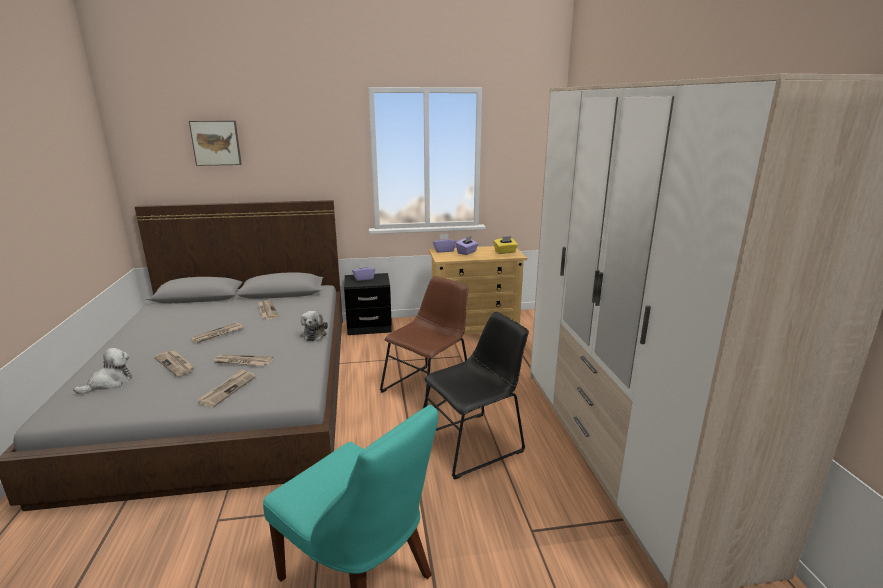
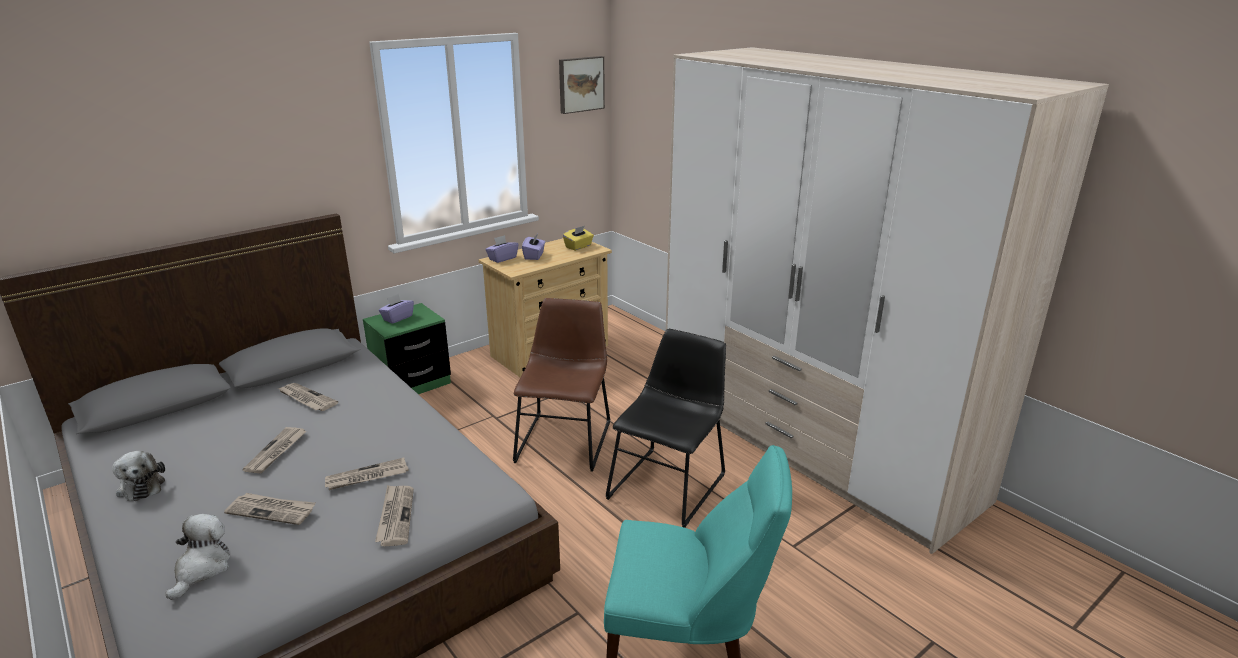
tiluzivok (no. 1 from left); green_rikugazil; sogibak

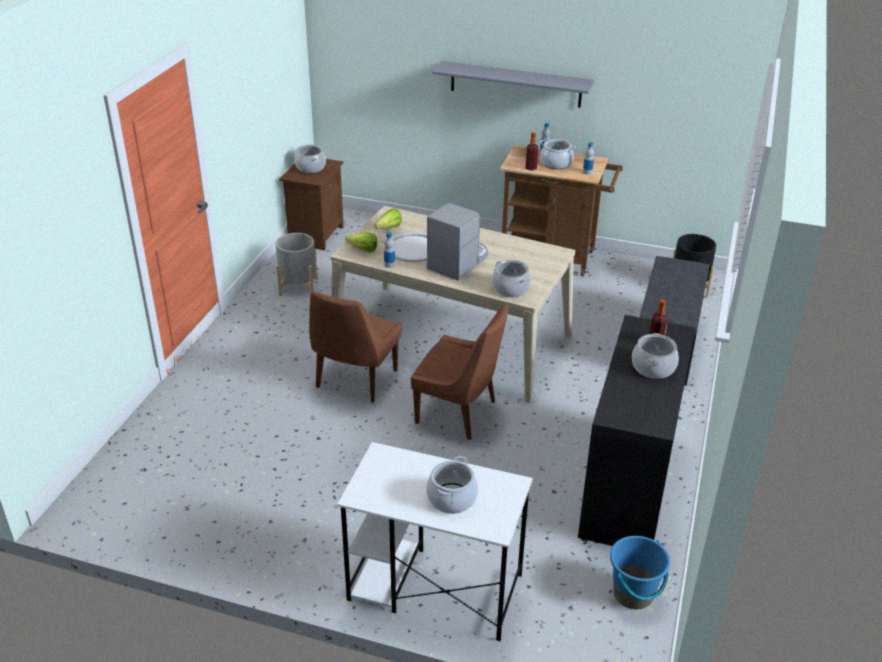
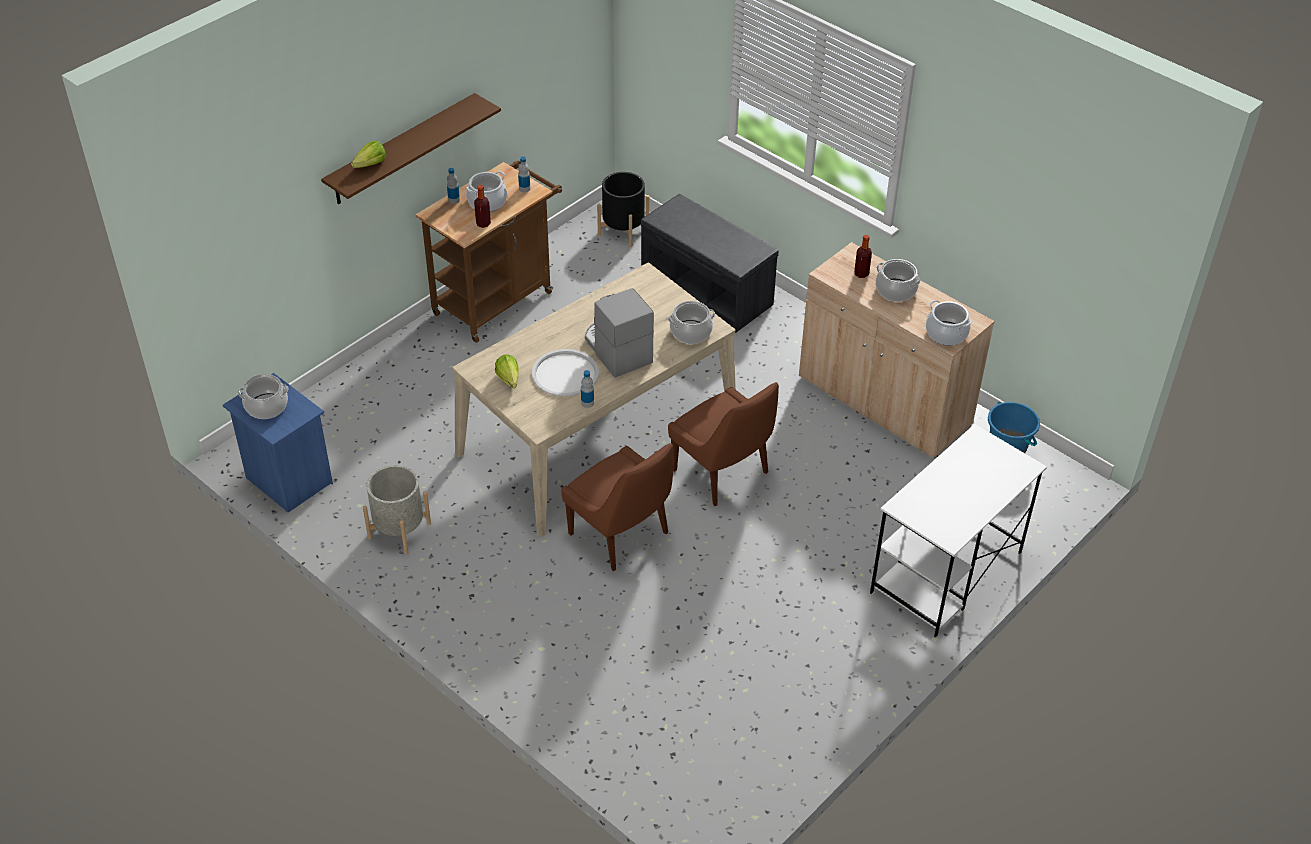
blue_rikugazil; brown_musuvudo; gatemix (no. 1 from left); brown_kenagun (no. 2 from left); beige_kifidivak; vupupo (no. 5 from left)

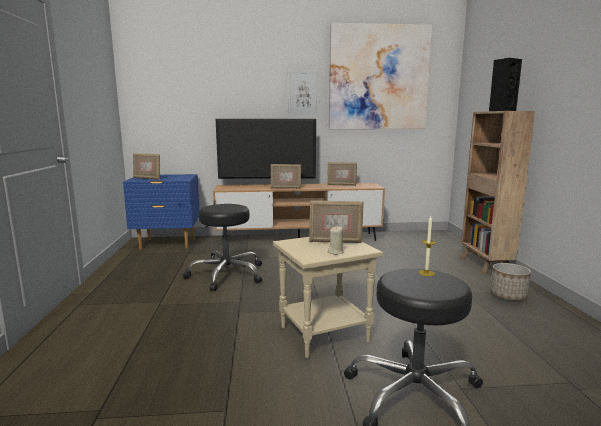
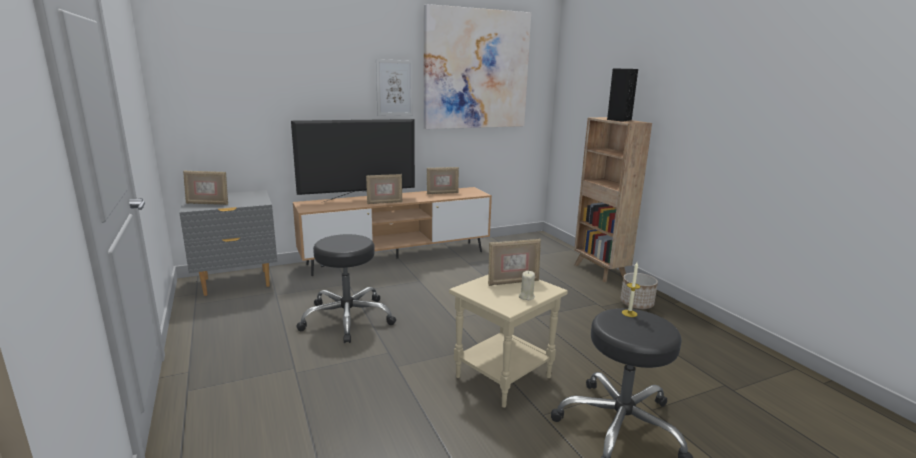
grey_rikugazil

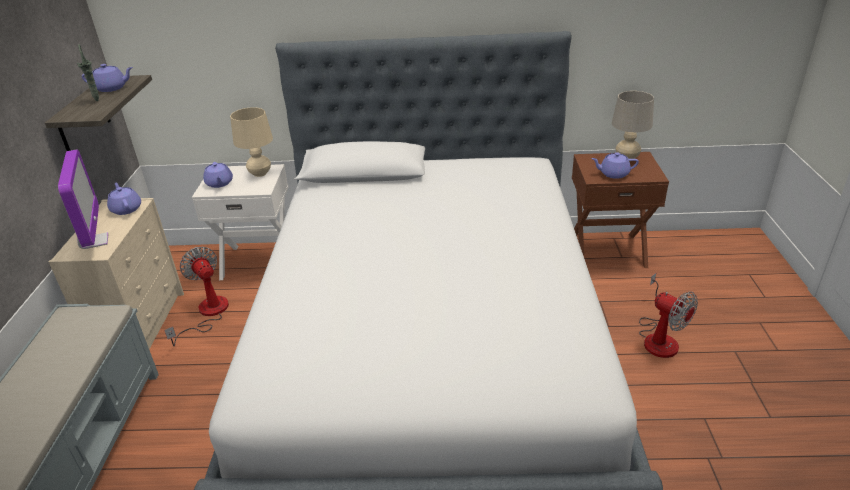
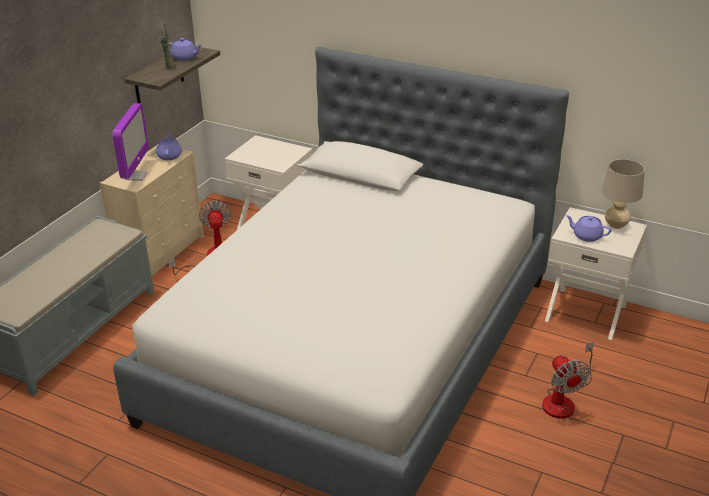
white_rikugazil (no. 2 from left); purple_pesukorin (no. 3 from left in the first image); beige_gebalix (no. 1 from left in the first image)

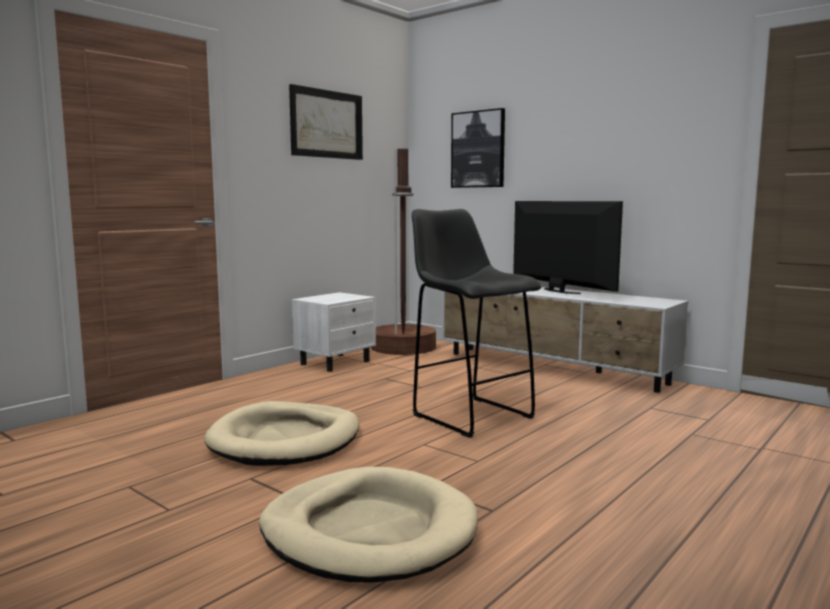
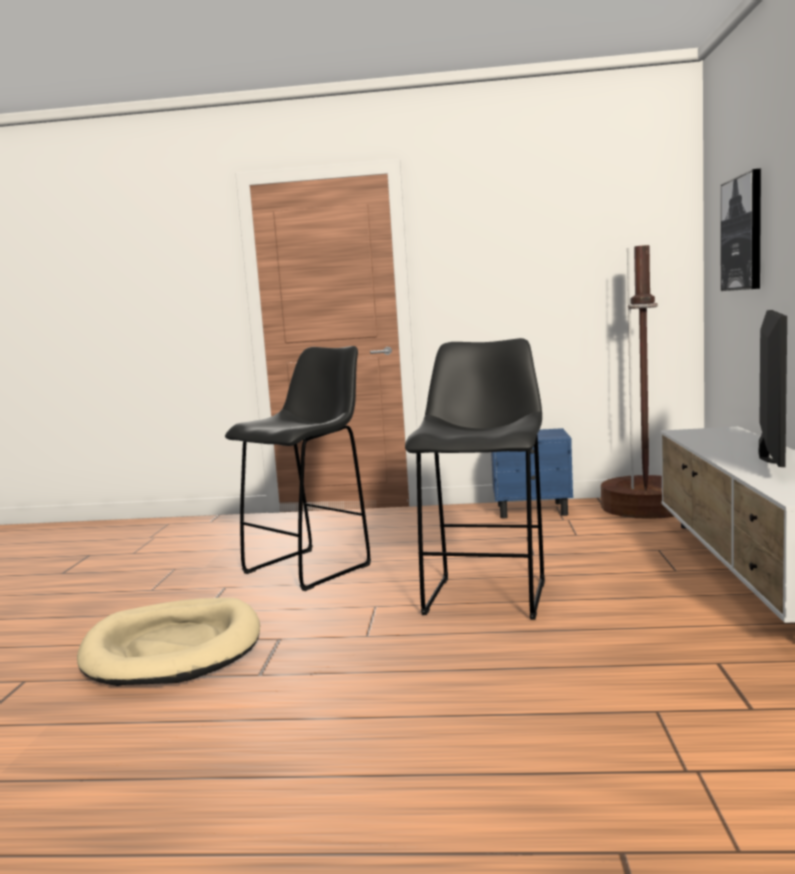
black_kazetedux (no. 1 from left); blue_rikugazil; sogibak (no. 1 from left in the first image)

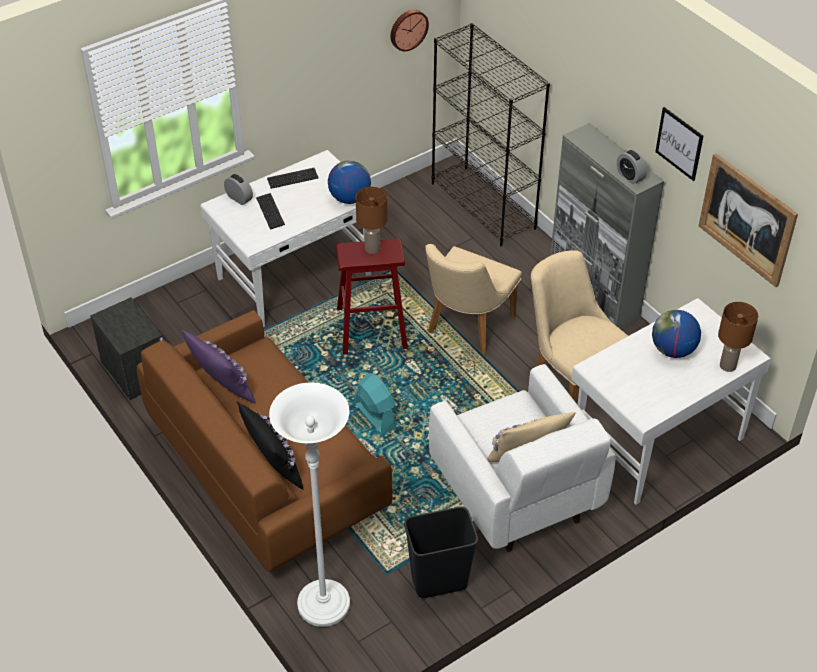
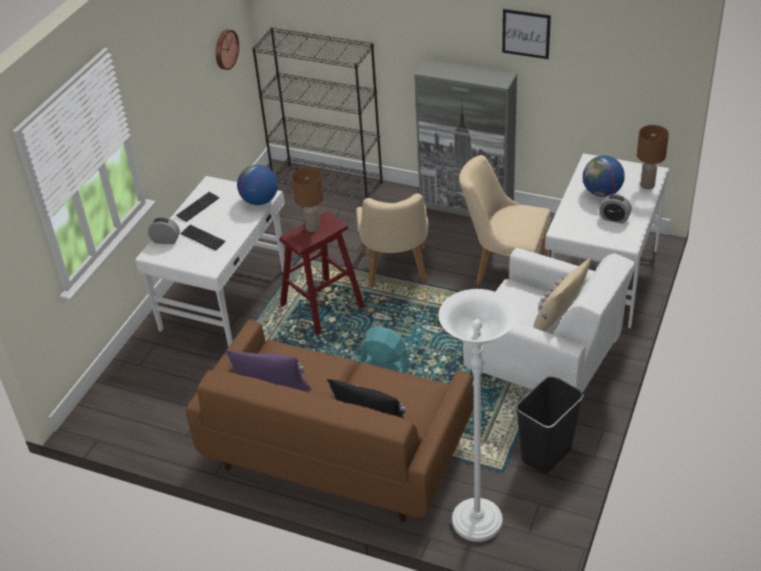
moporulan (no. 2 from left); rikugazil; sogibak (no. 2 from left in the first image)

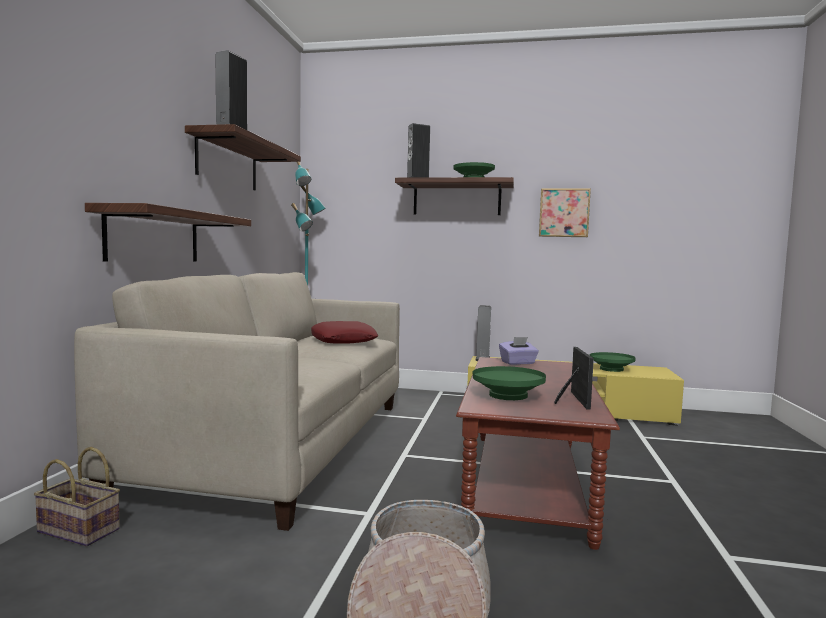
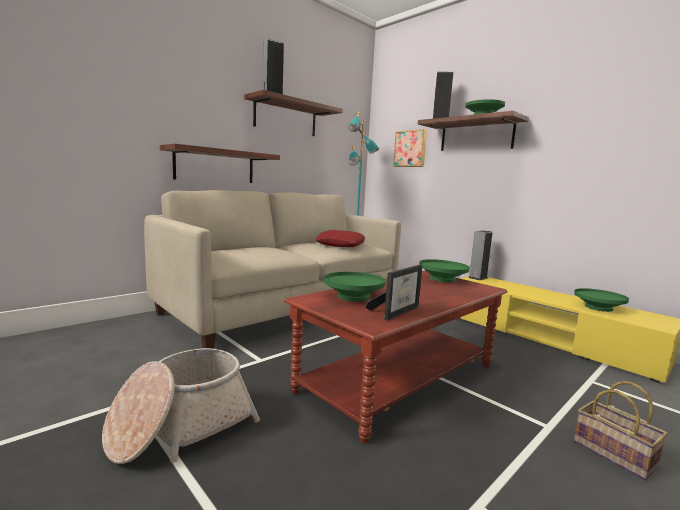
sogibak; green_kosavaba (no. 2 from left); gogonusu (no. 2 from left)

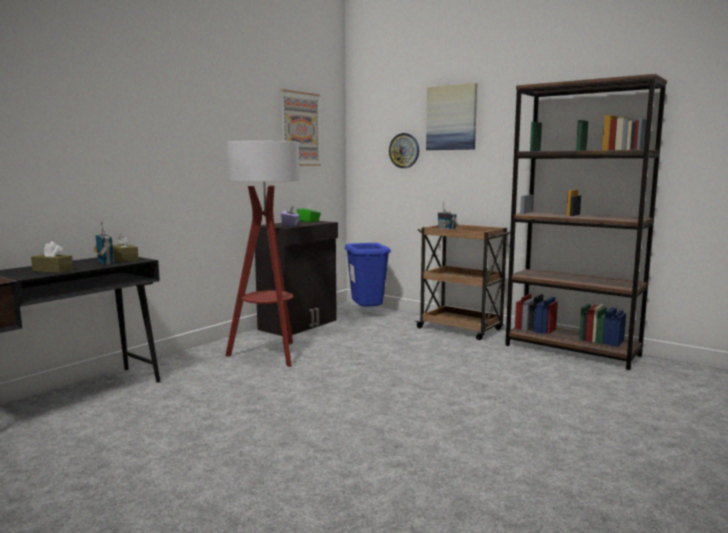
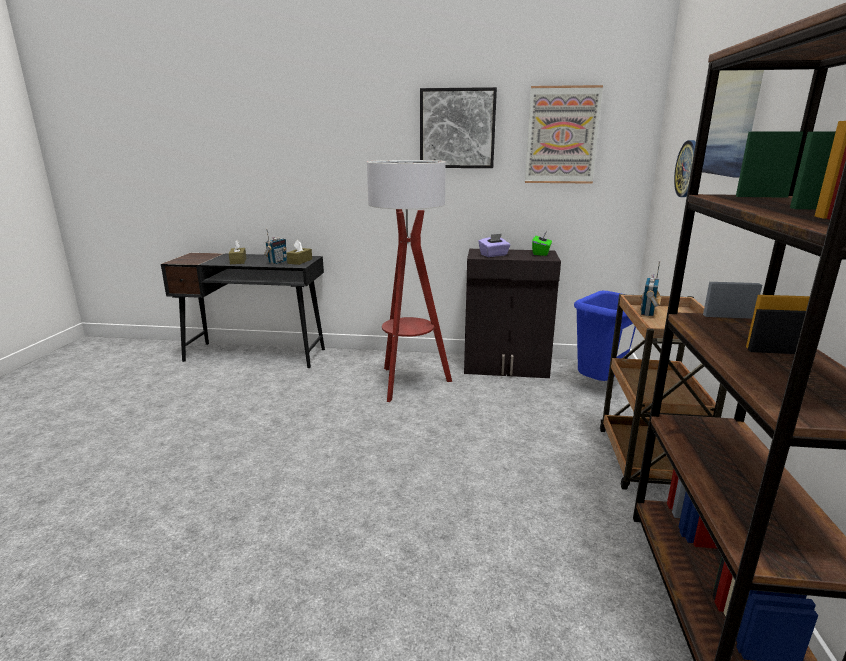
sogibak (no. 1 from left)

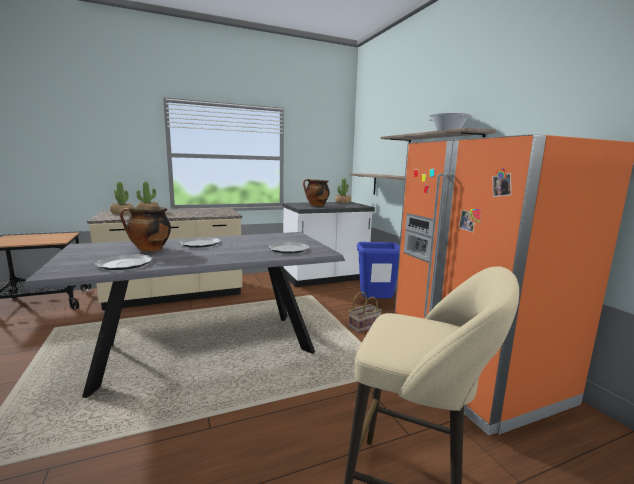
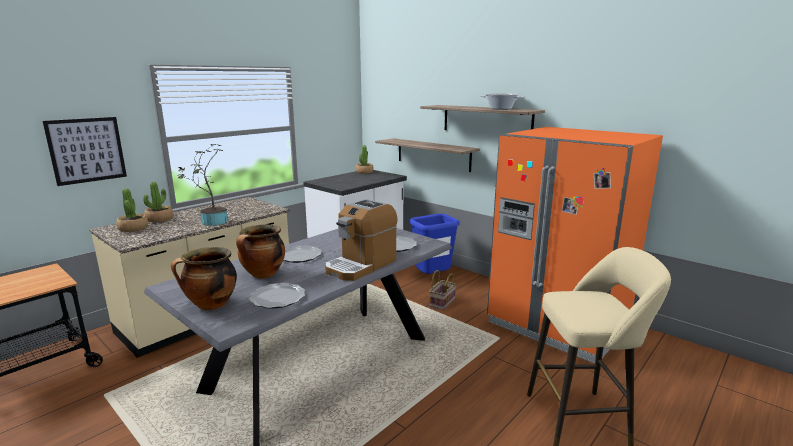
sogibak; vupupo (no. 1 from left); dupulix (no. 3 from left); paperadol

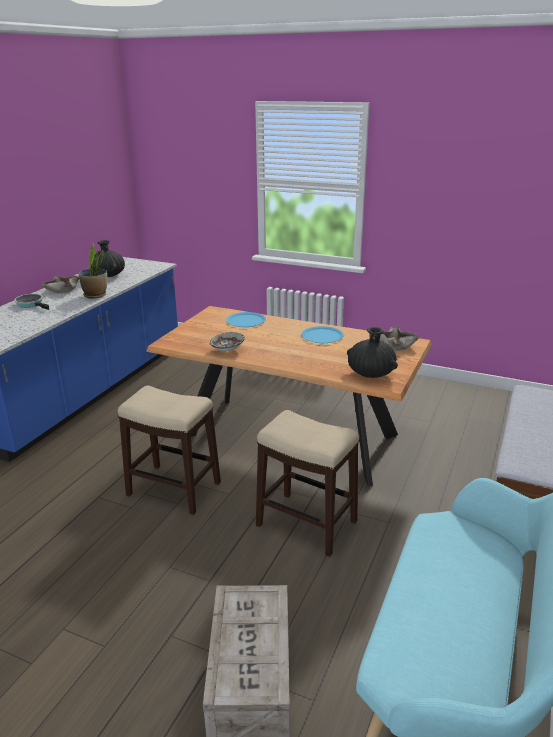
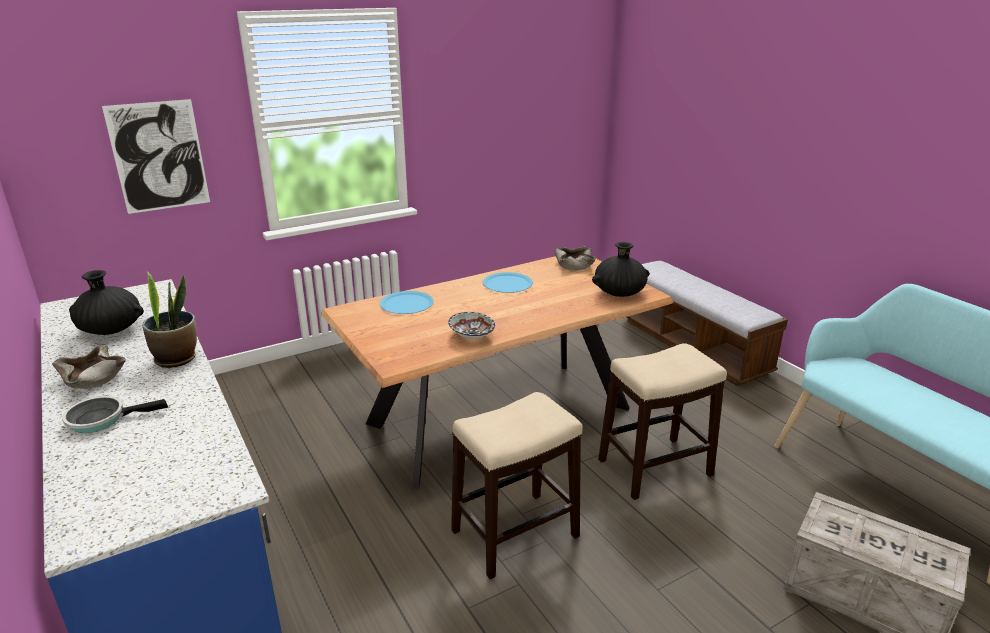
sogibak

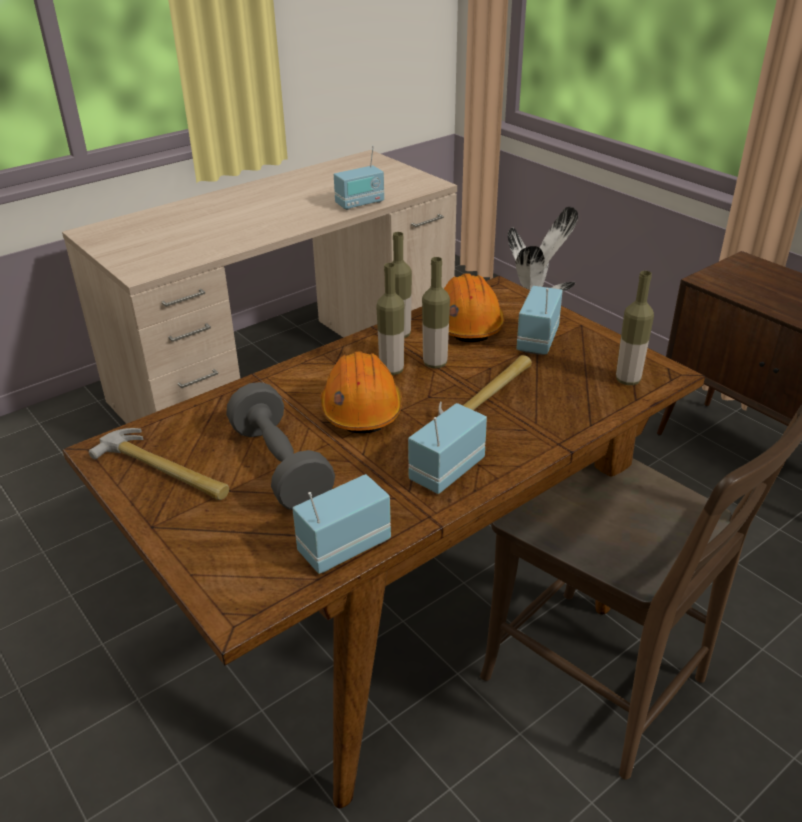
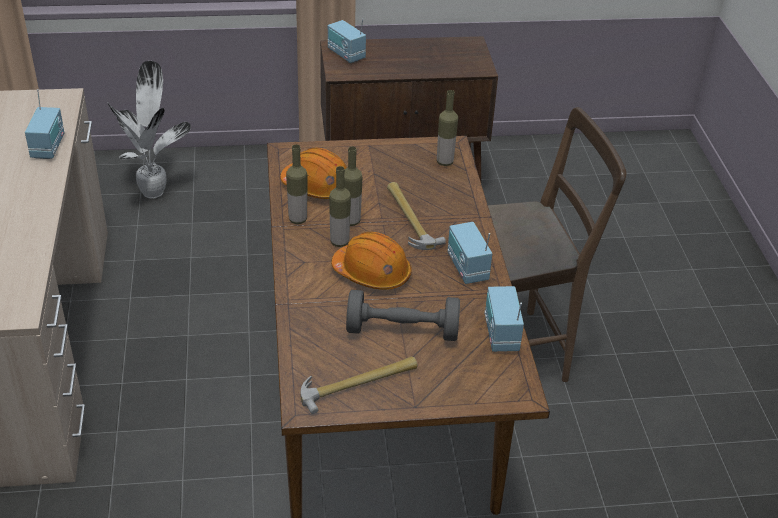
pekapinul (no. 2 from left)

